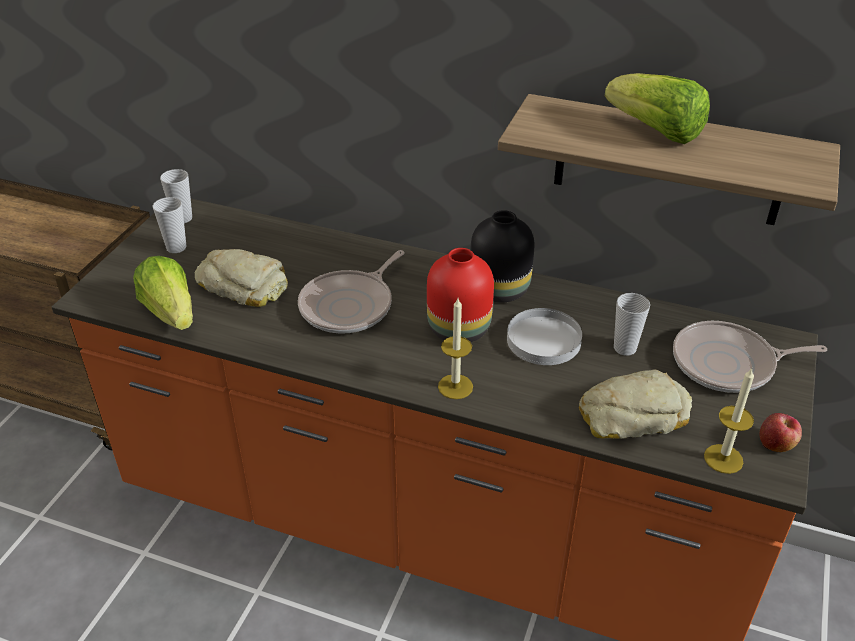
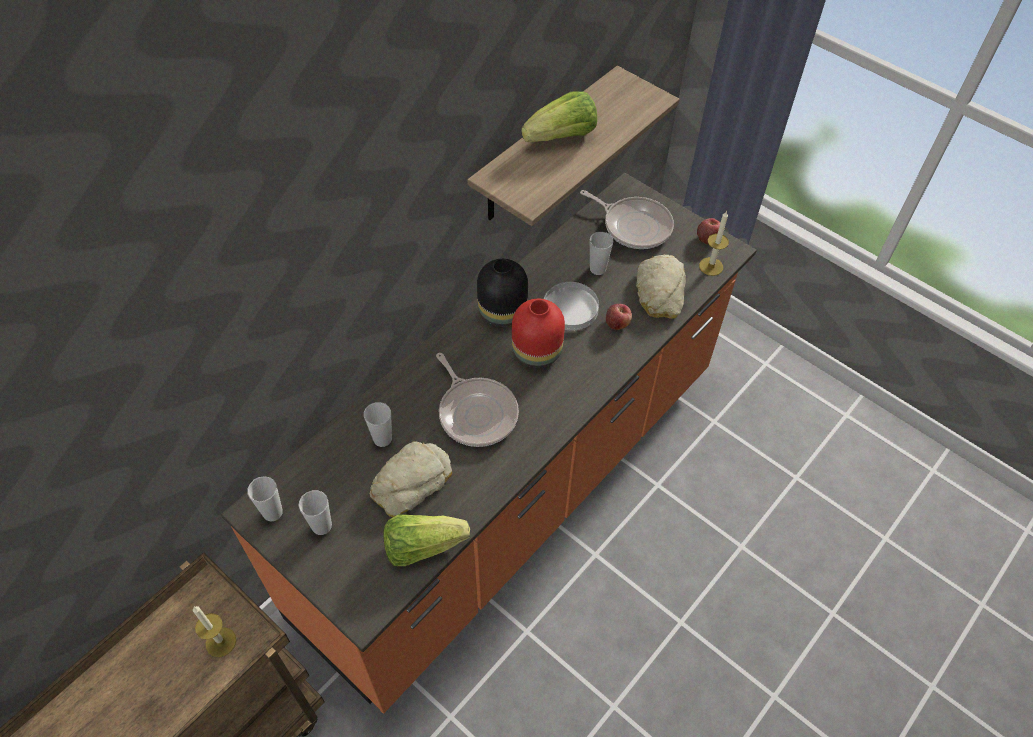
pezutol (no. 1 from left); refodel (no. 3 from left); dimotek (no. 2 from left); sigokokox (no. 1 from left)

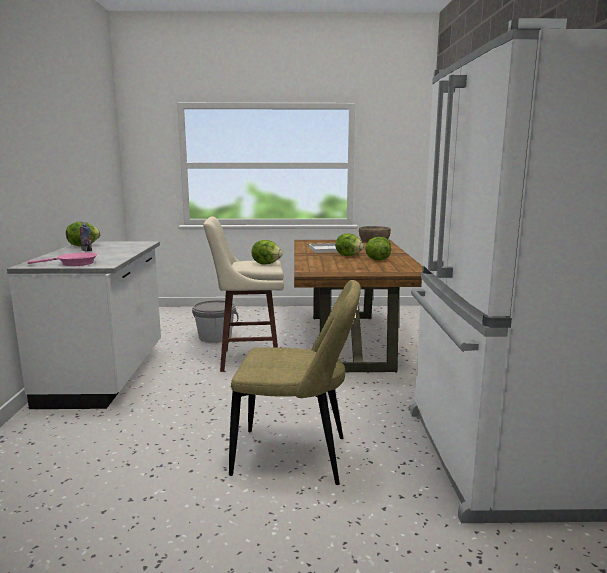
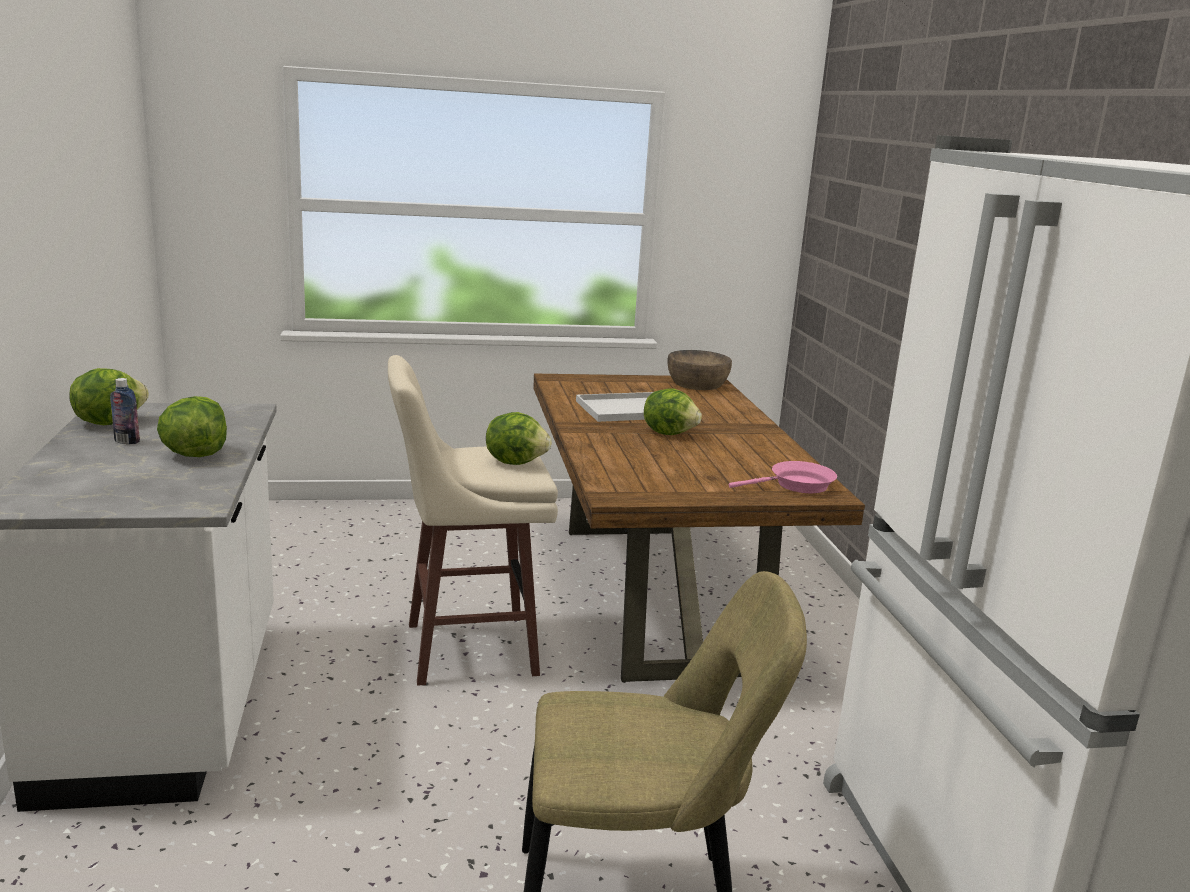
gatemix (no. 2 from left); pink_dimotek; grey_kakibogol

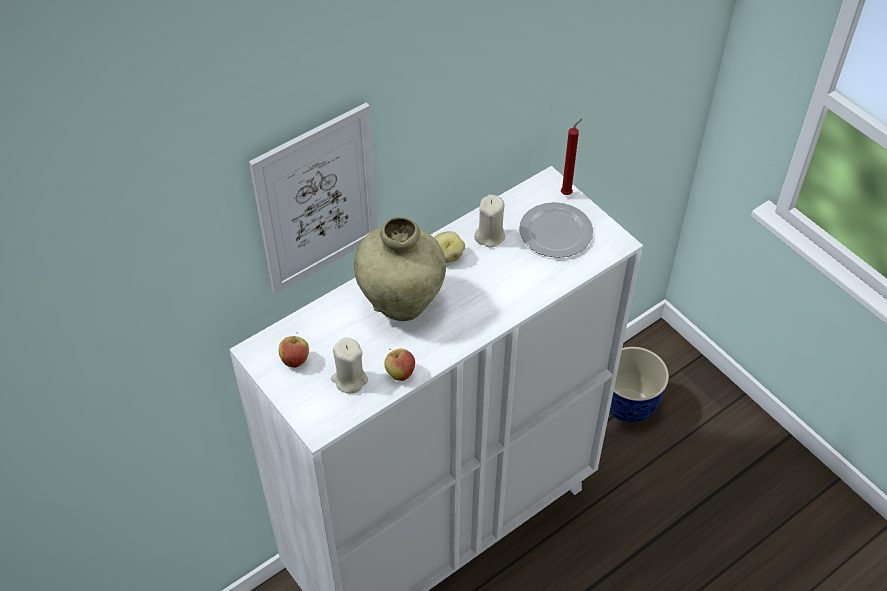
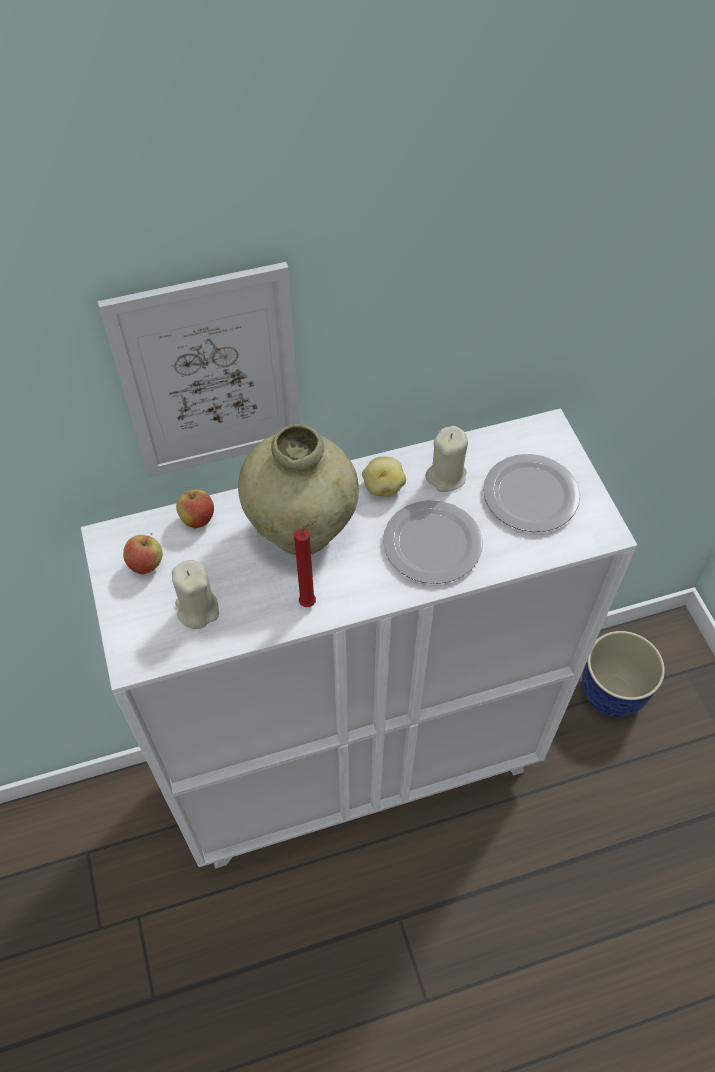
sigokokox (no. 2 from left); red_pezutol; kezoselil (no. 1 from left)

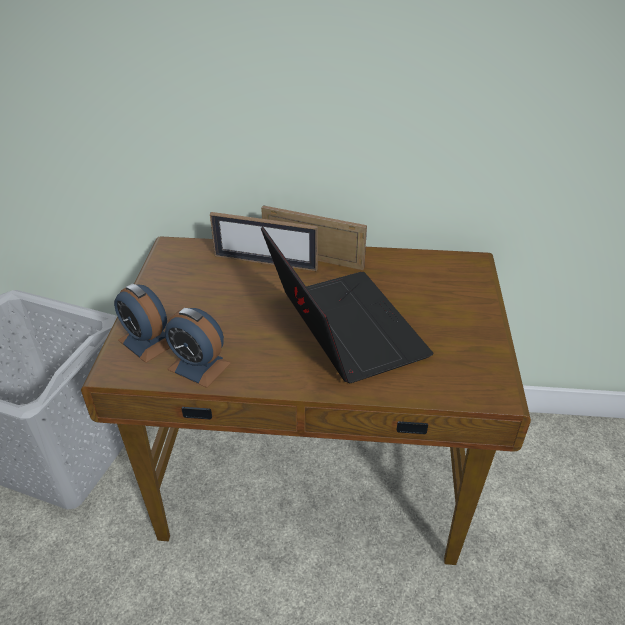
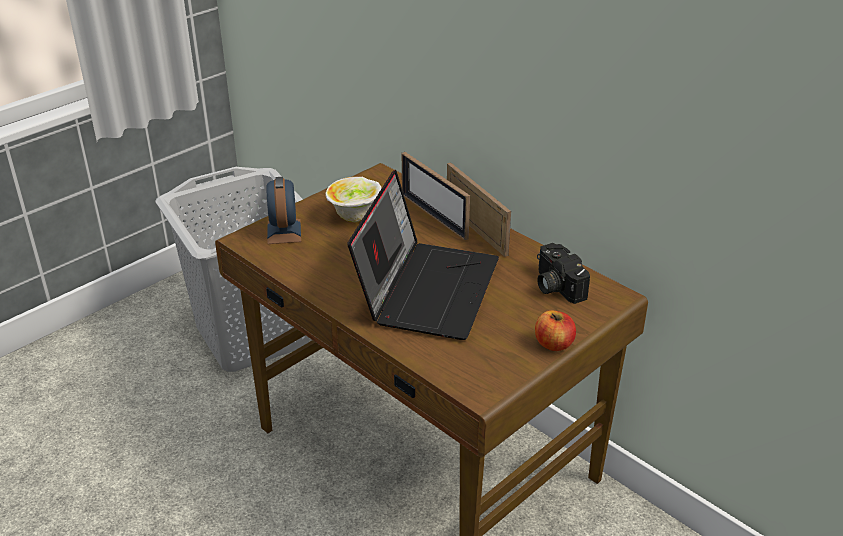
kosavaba; sigokokox; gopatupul; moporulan (no. 2 from left in the first image)

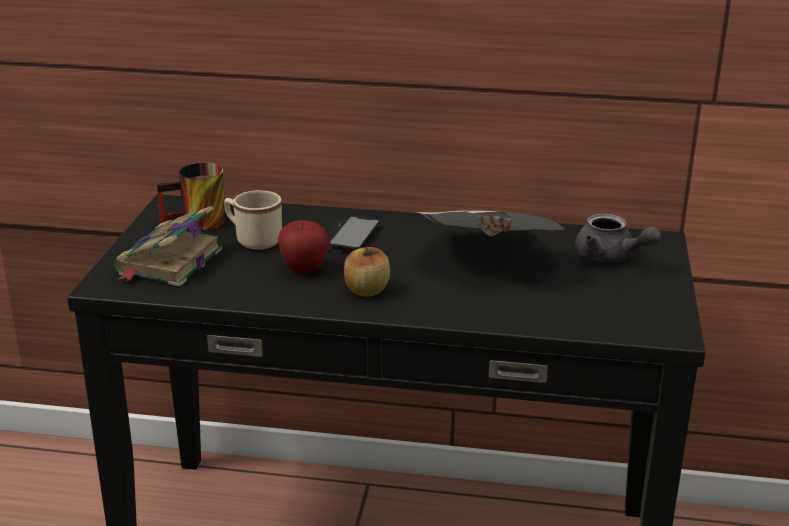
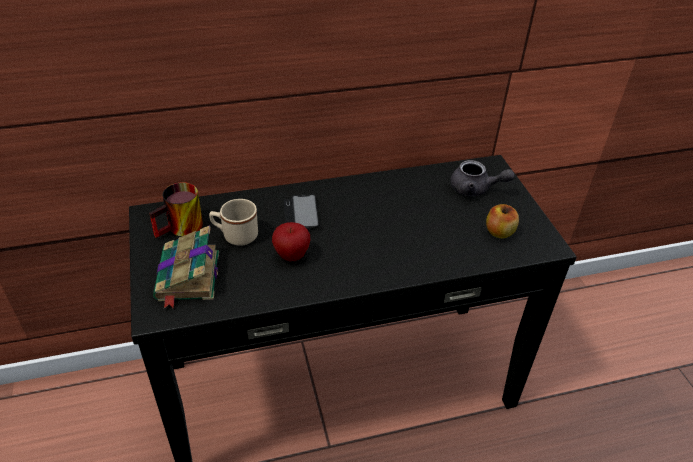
sigokokox (no. 2 from left); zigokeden

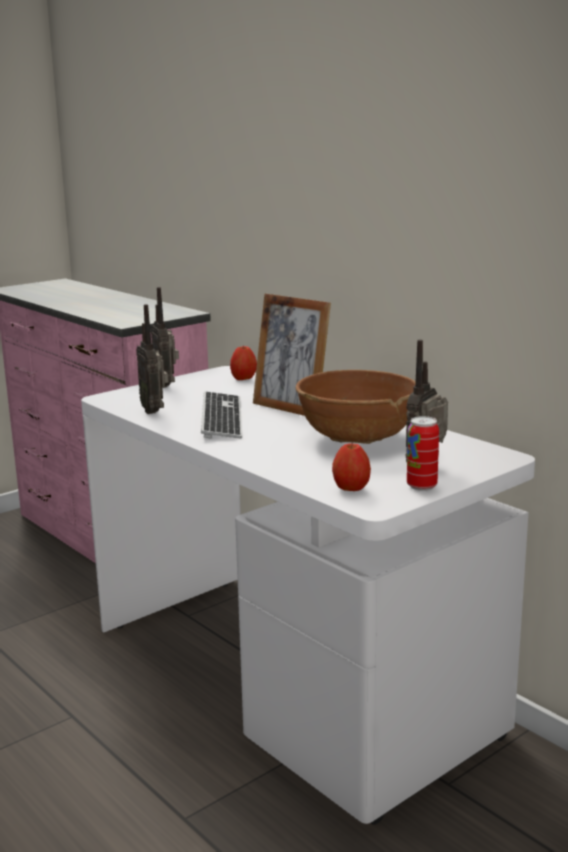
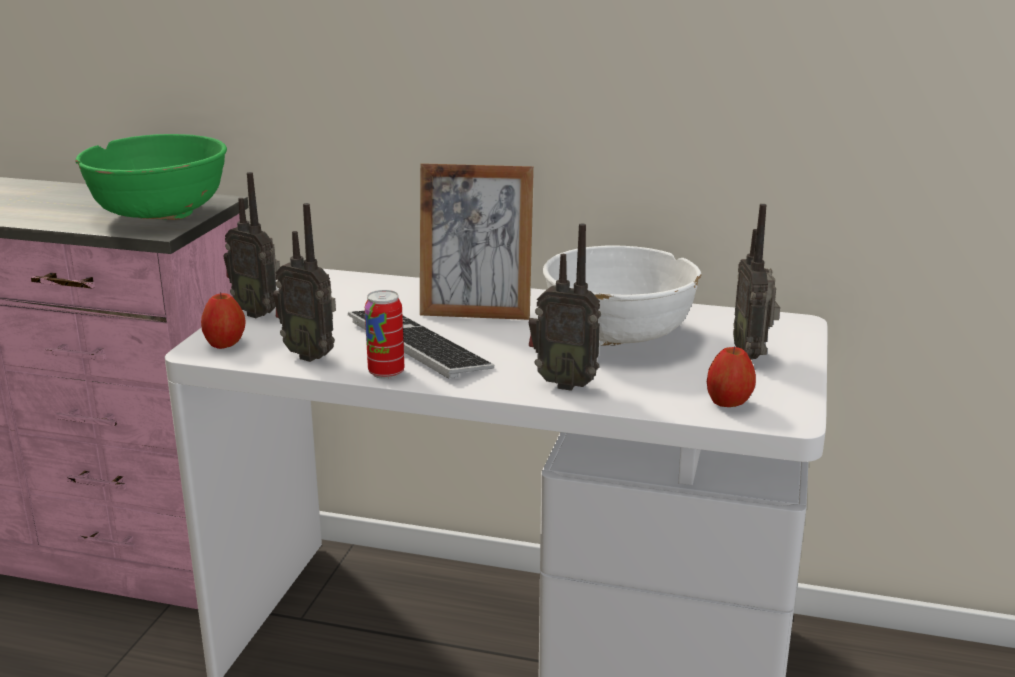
green_kosavaba; sigokokox (no. 1 from left); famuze; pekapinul (no. 3 from left); white_kosavaba

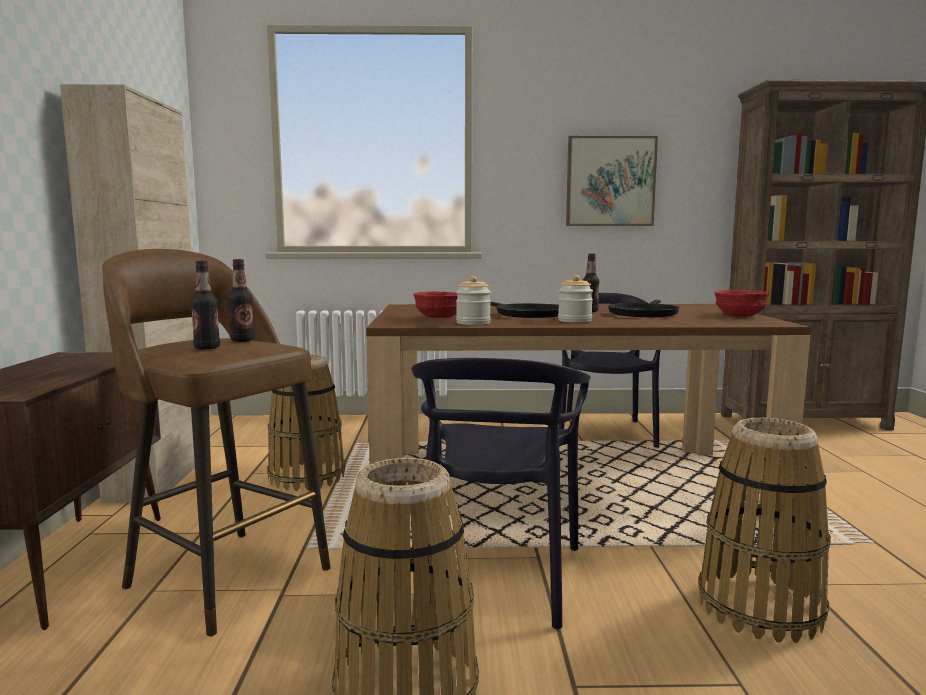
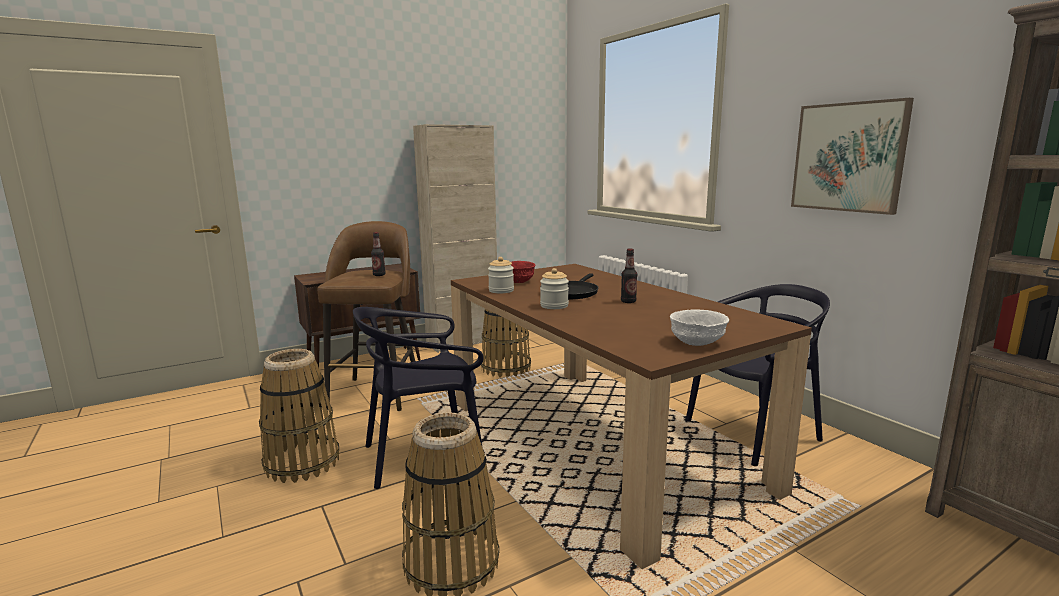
white_kosavaba; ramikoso (no. 1 from left in the first image); black_dimotek (no. 2 from left in the first image)

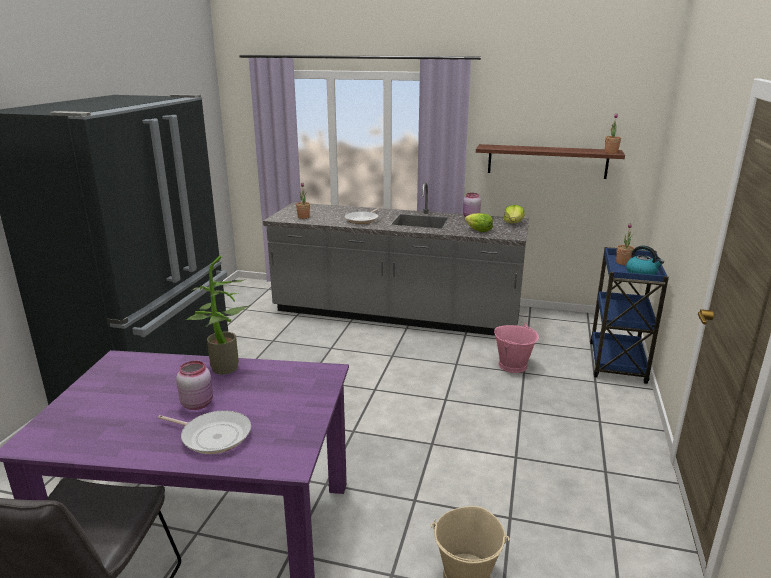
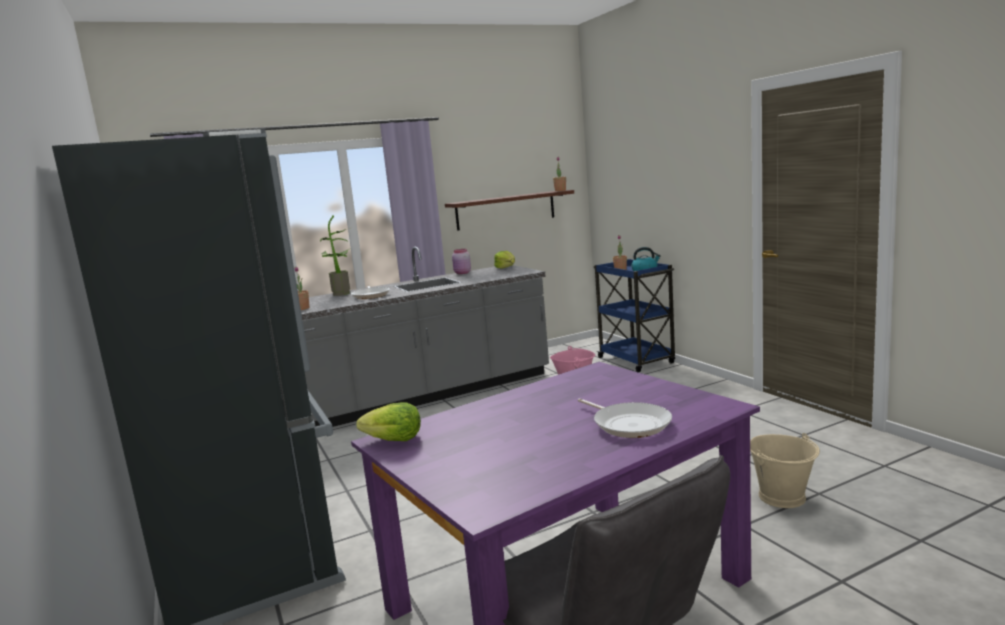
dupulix (no. 2 from left); gatemix (no. 1 from left); dimotek (no. 2 from left); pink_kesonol (no. 1 from left in the first image)

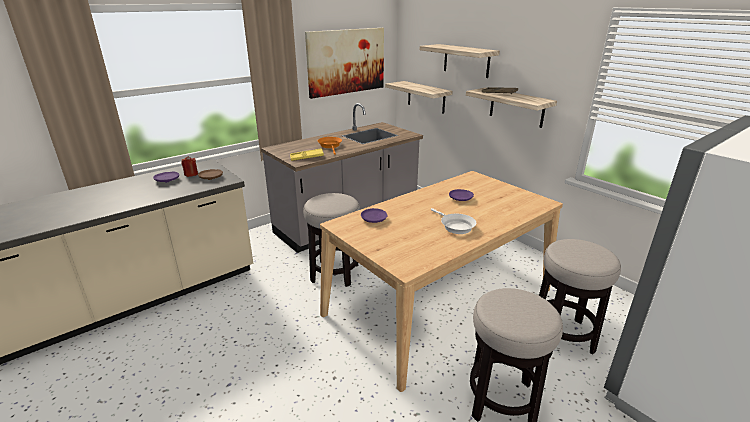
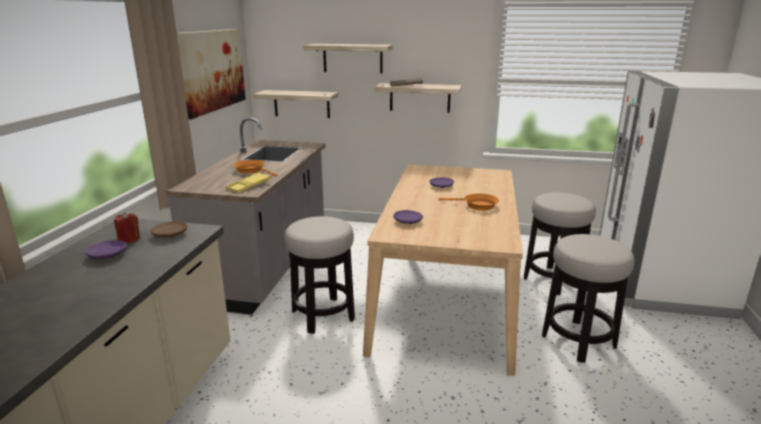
orange_dimotek (no. 2 from left)

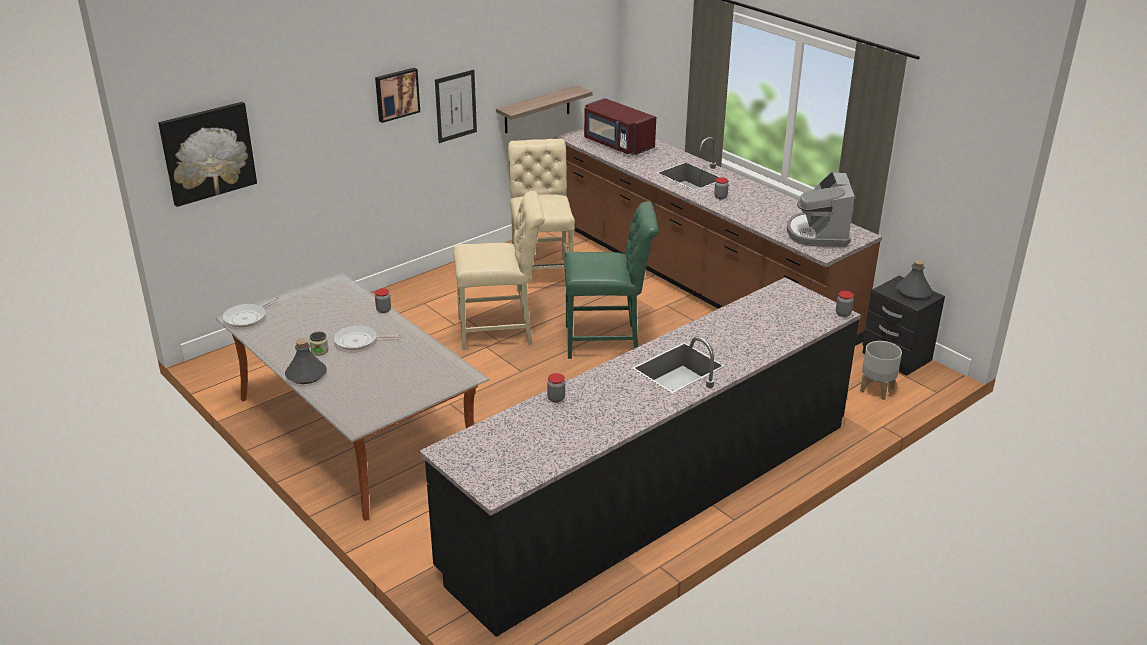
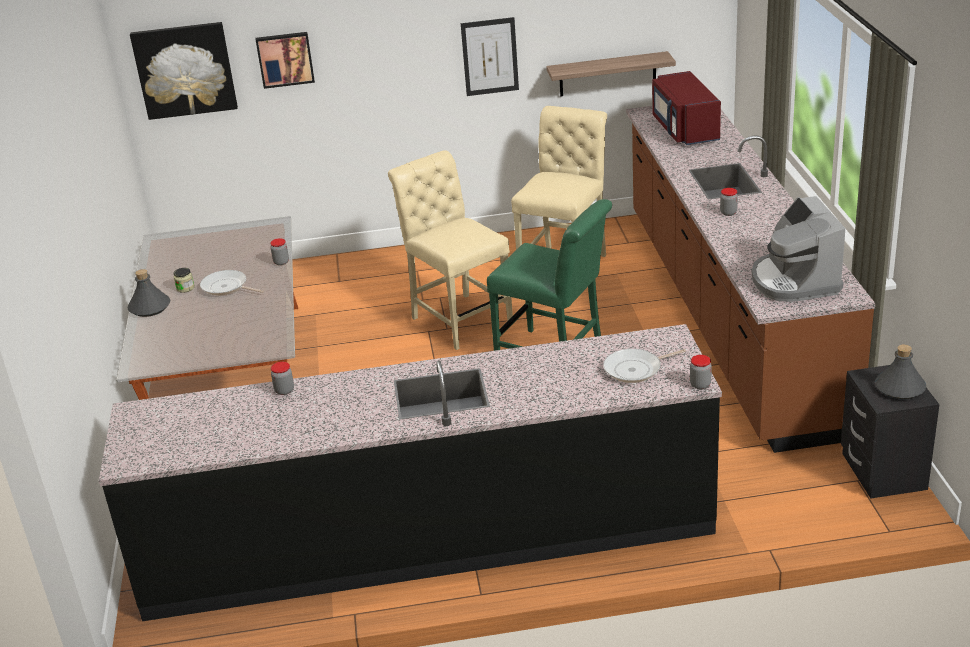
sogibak (no. 2 from left); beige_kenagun (no. 1 from left); dimotek (no. 2 from left); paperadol; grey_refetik

